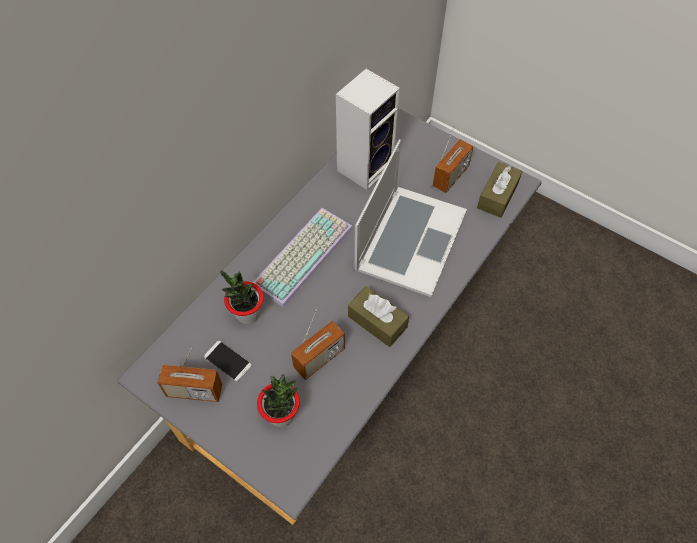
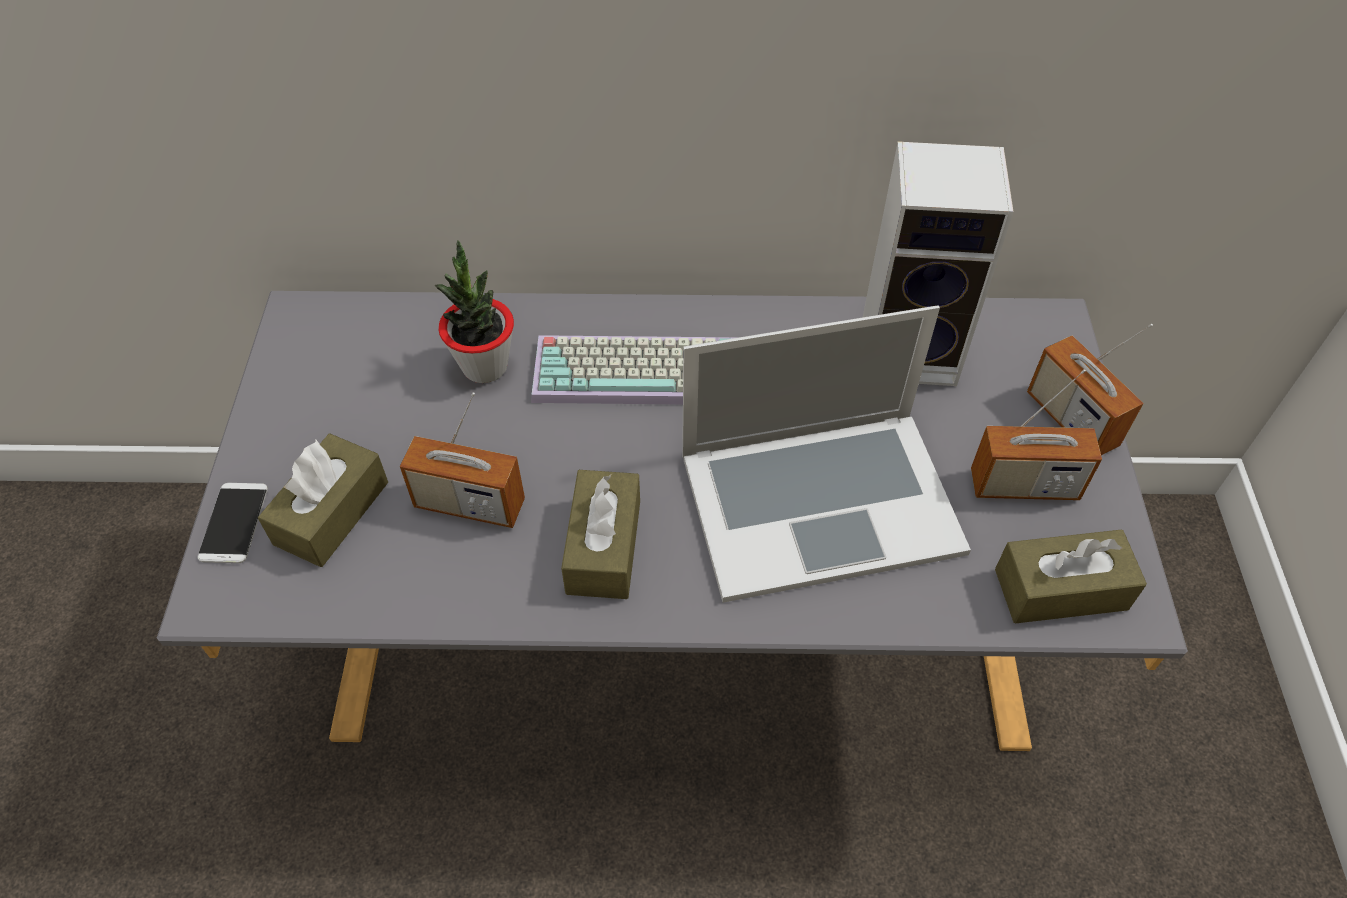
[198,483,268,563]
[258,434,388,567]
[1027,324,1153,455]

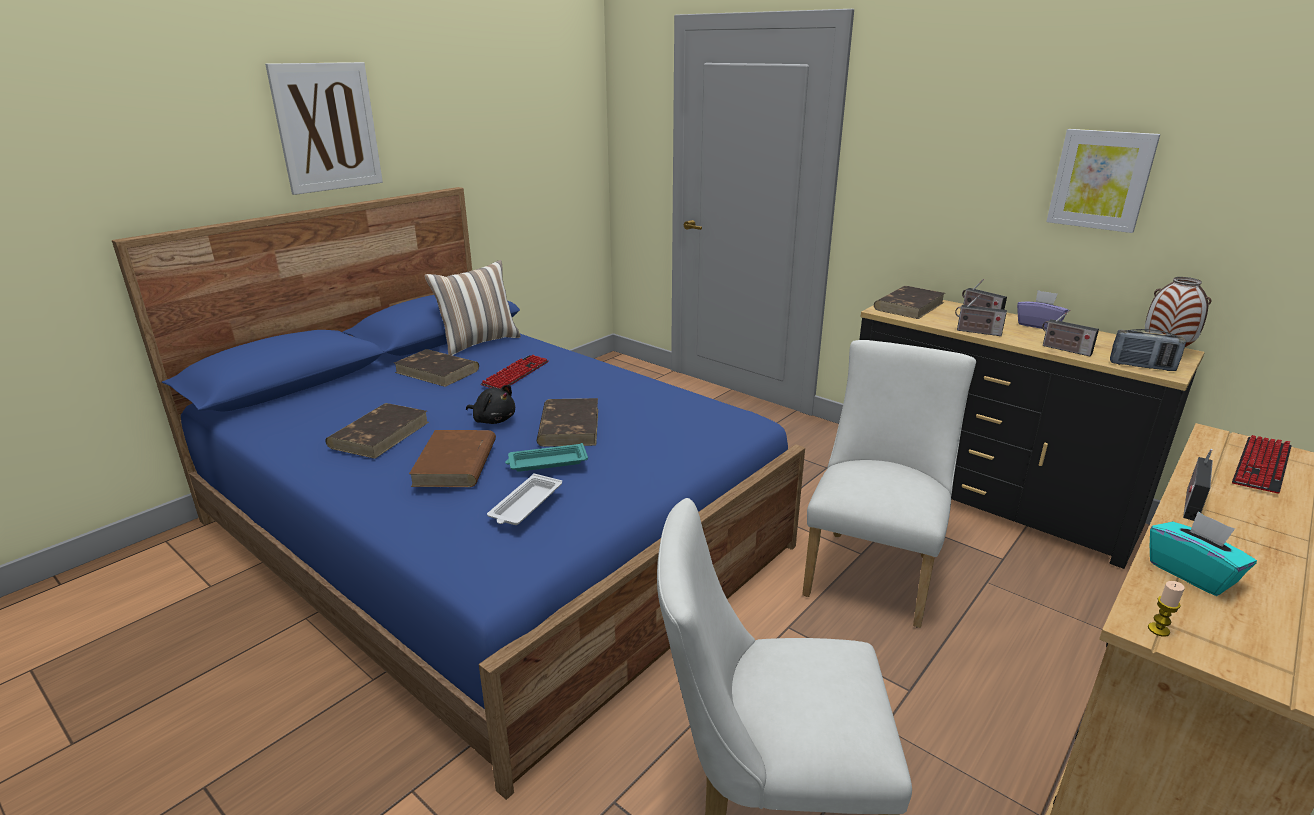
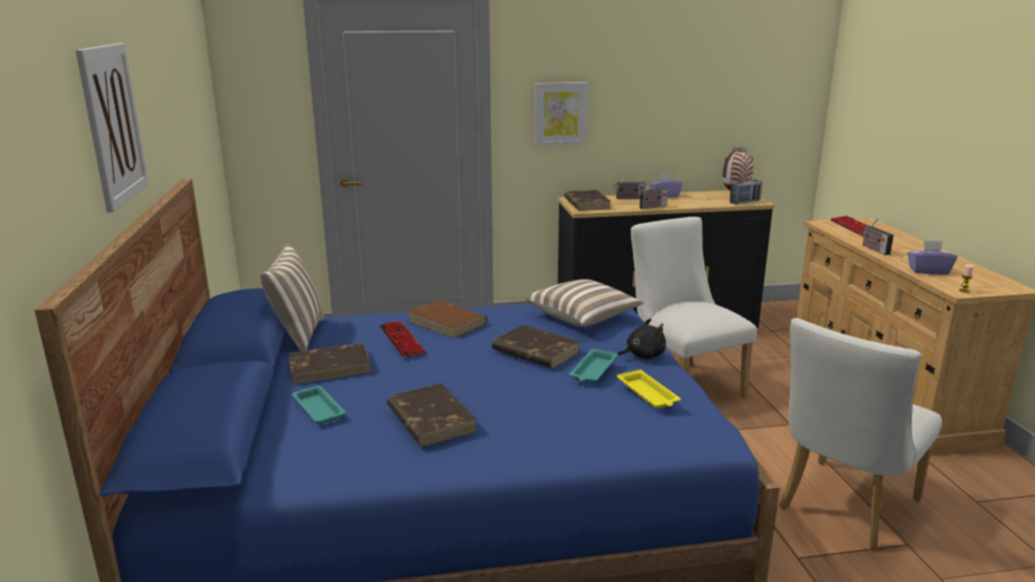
[292,386,346,424]
[407,300,487,338]
[525,279,644,327]
[535,82,588,145]
[617,319,666,359]
[617,369,681,408]
[907,240,958,275]
[1042,310,1099,356] (first image)

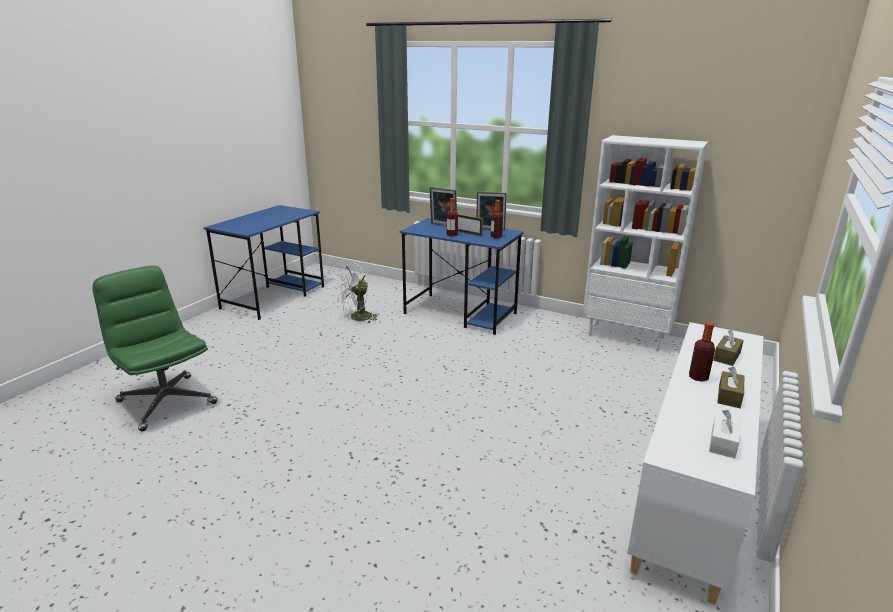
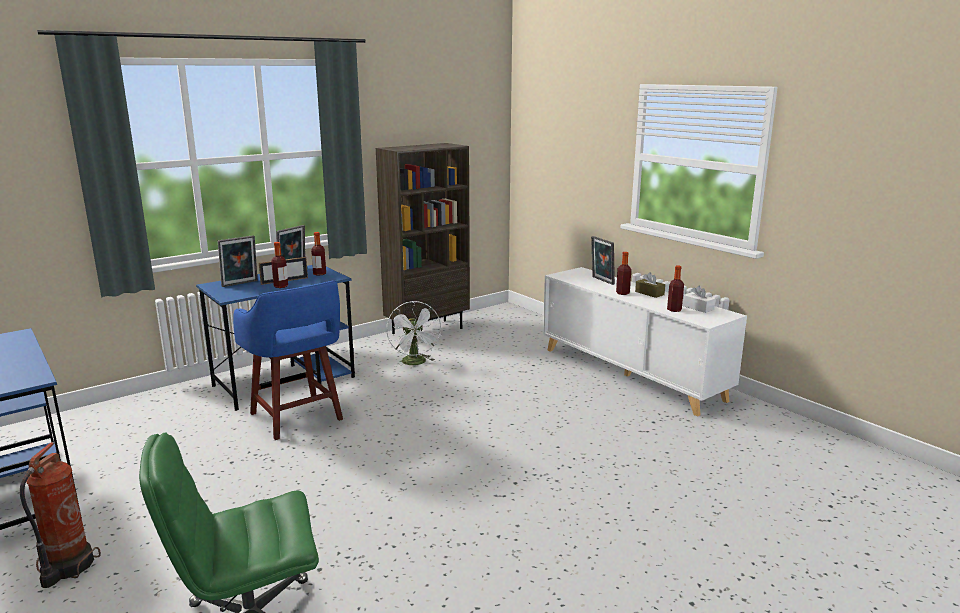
[20,442,101,588]
[233,281,343,440]
[376,143,470,334]
[386,301,441,367]
[591,236,615,285]
[667,265,684,312]

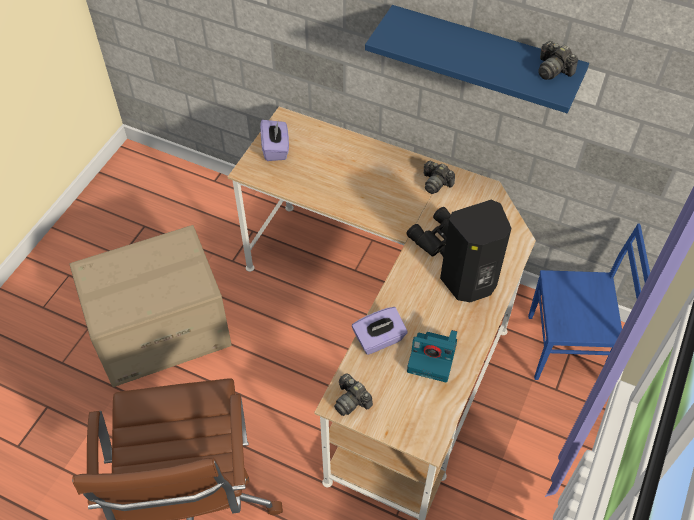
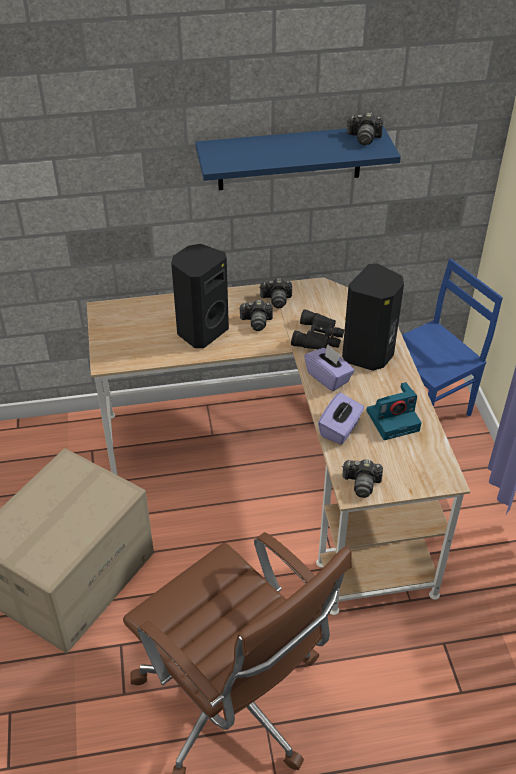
[171,244,229,348]
[239,300,273,331]
[304,345,355,391]

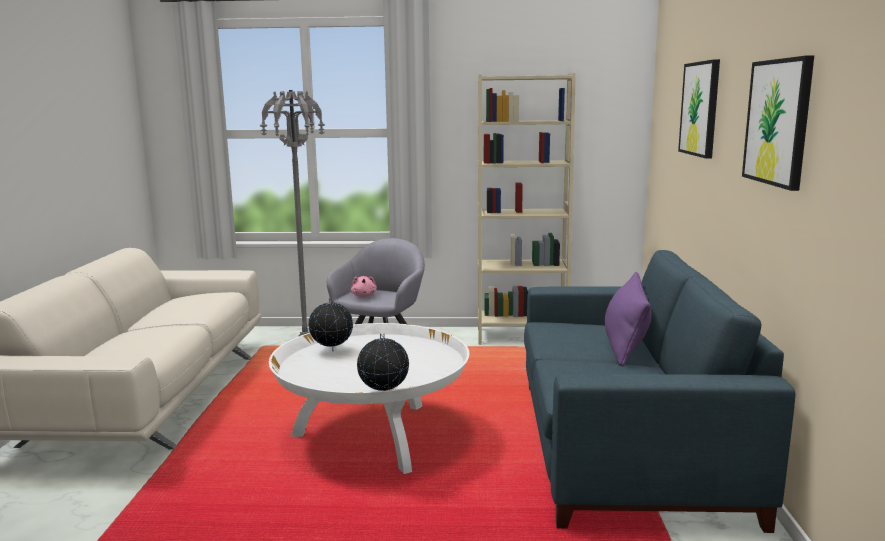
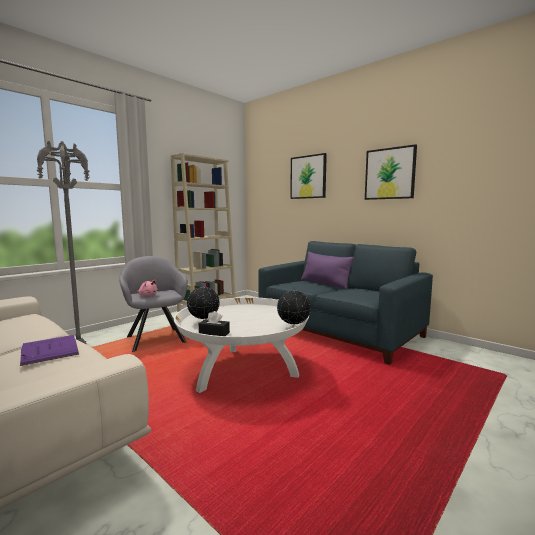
[20,335,79,366]
[199,311,230,336]

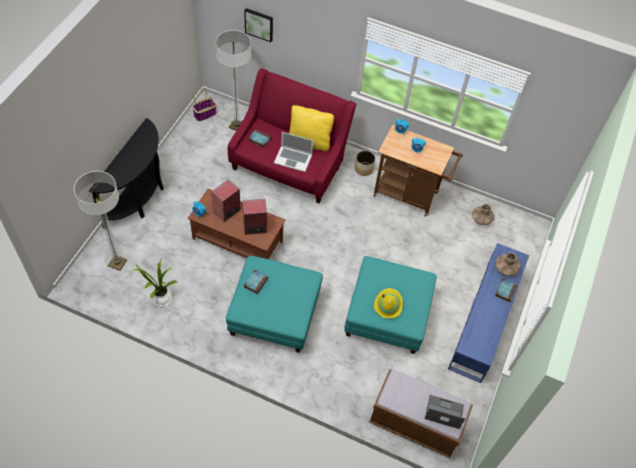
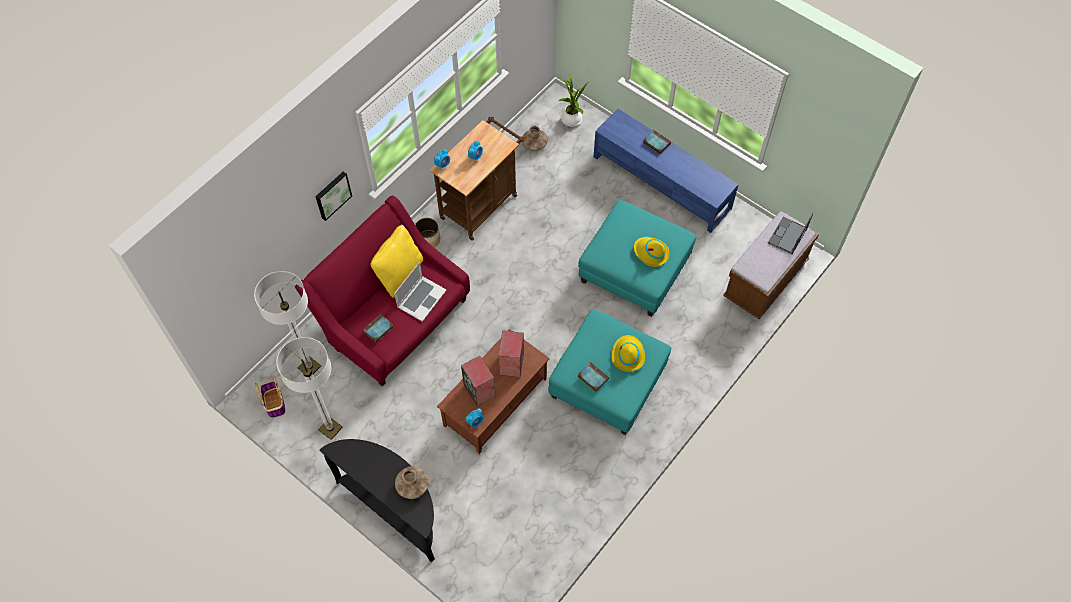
[276,337,343,440]
[315,171,352,221]
[395,466,429,499]
[558,75,588,127]
[612,335,645,372]

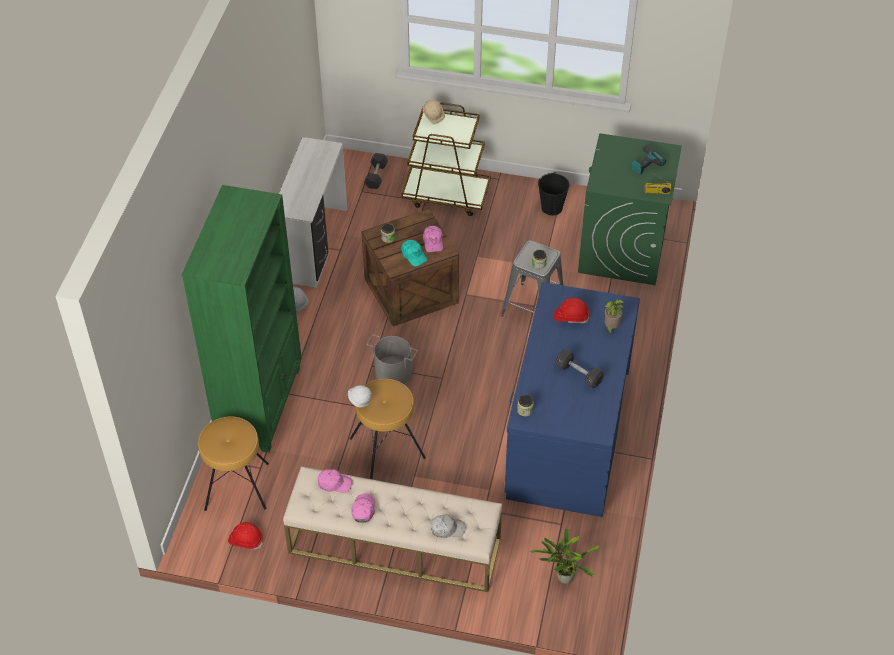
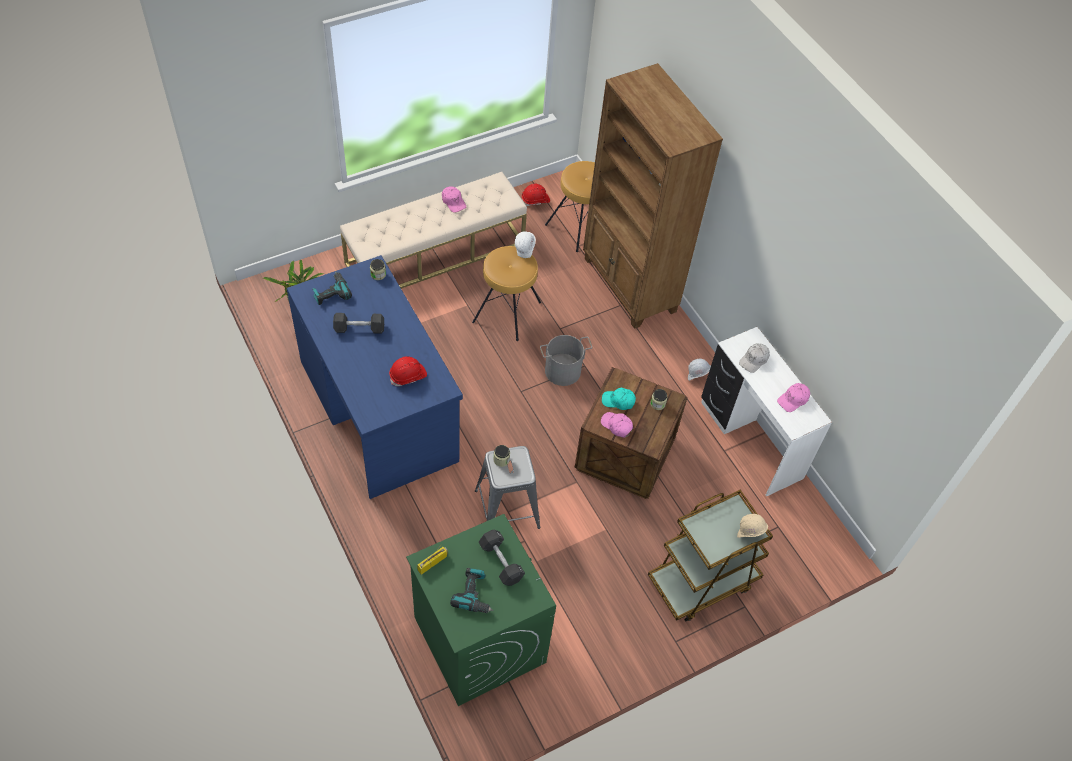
[313,271,352,305]
[479,530,525,586]
[583,63,723,329]
[739,343,770,373]
[777,383,810,412]
[538,172,569,215] (first image)
[605,299,624,335] (first image)

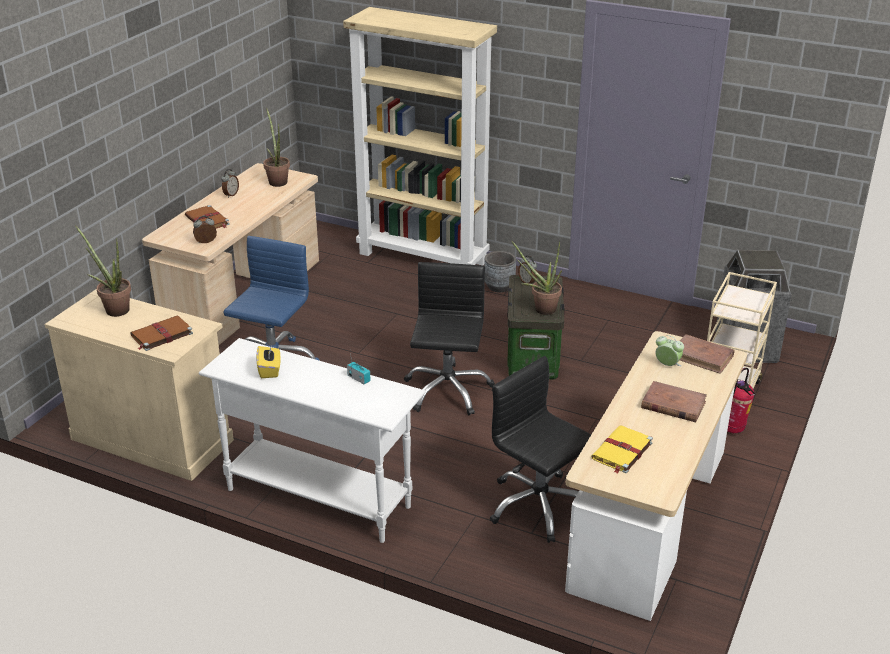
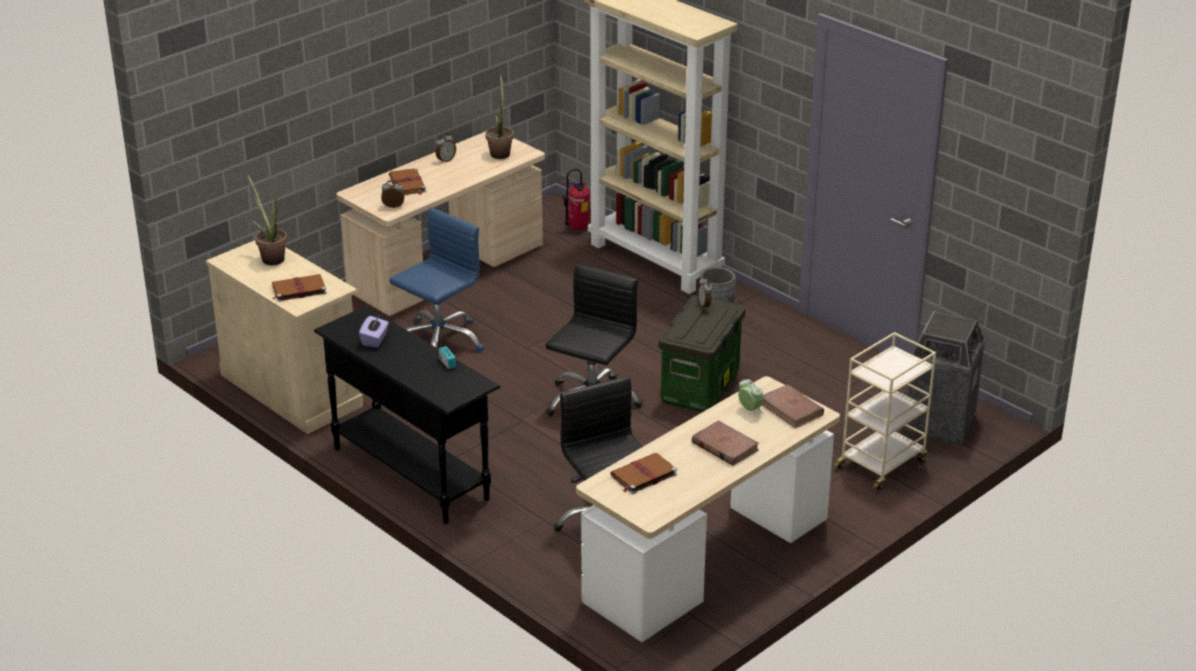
[314,306,500,524]
[359,316,389,347]
[562,169,590,230]
[610,453,677,494]
[512,241,562,315] (first image)

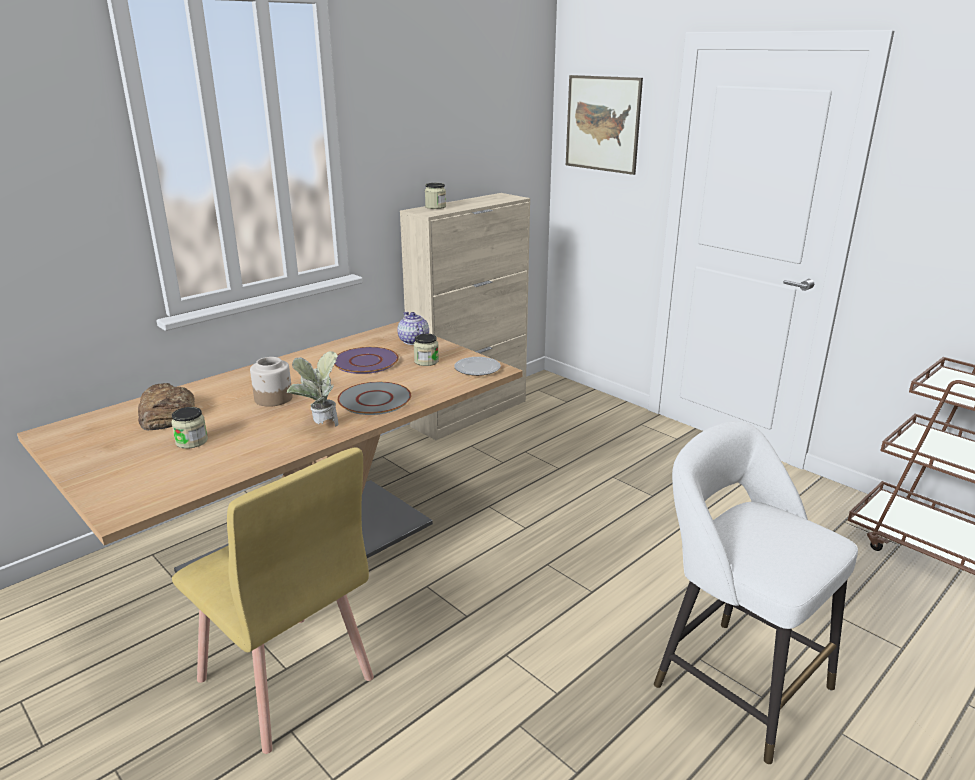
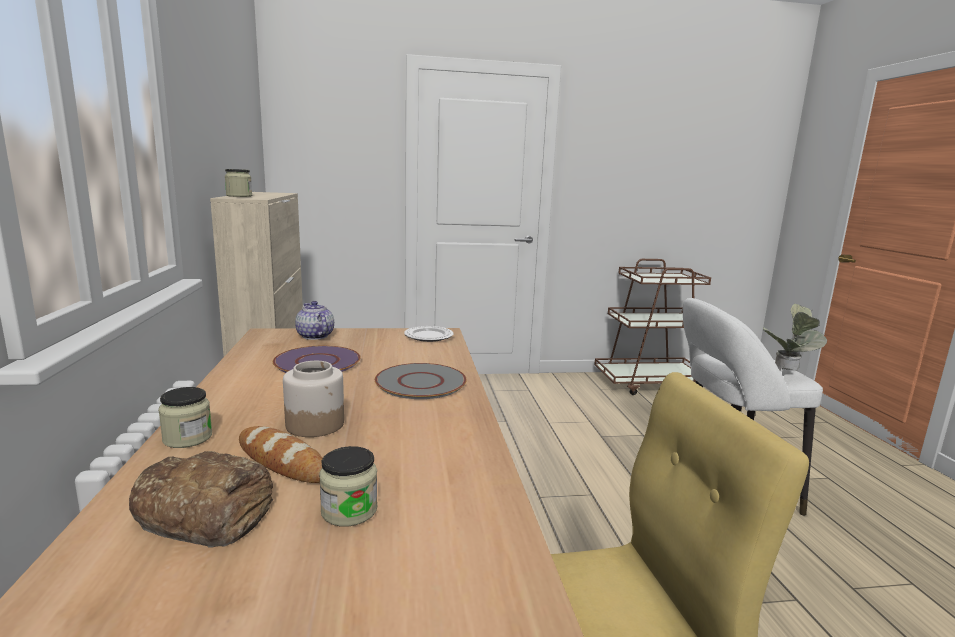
[158,387,212,448]
[239,426,323,483]
[295,301,334,340]
[763,304,827,371]
[566,75,643,175] (first image)

